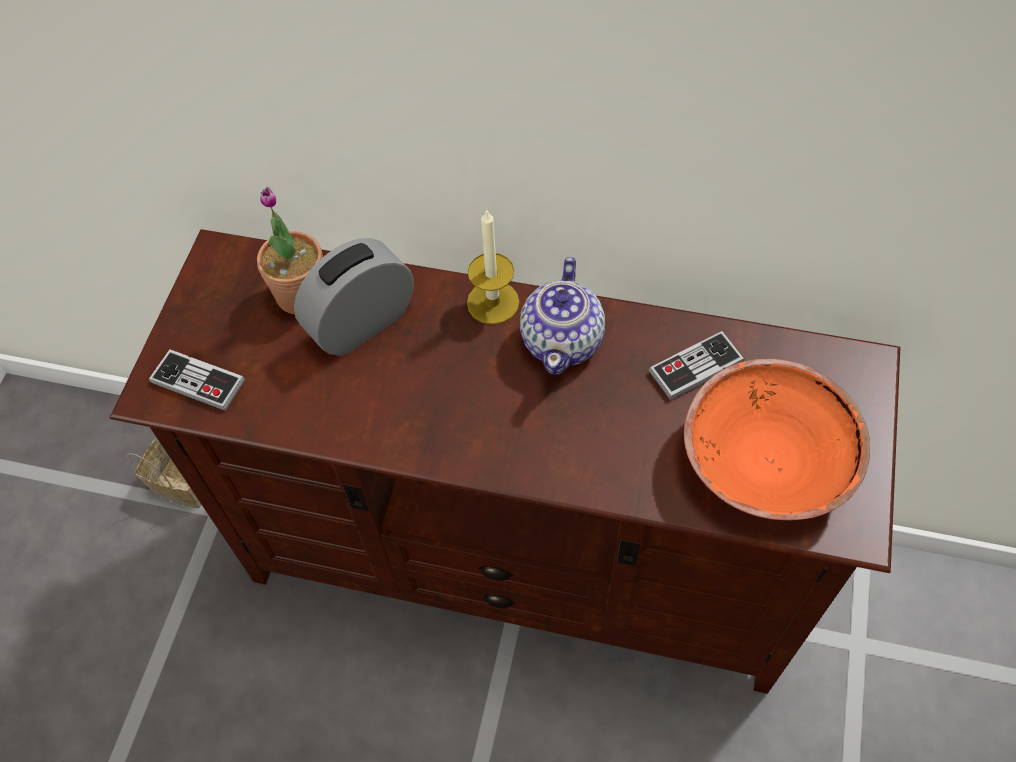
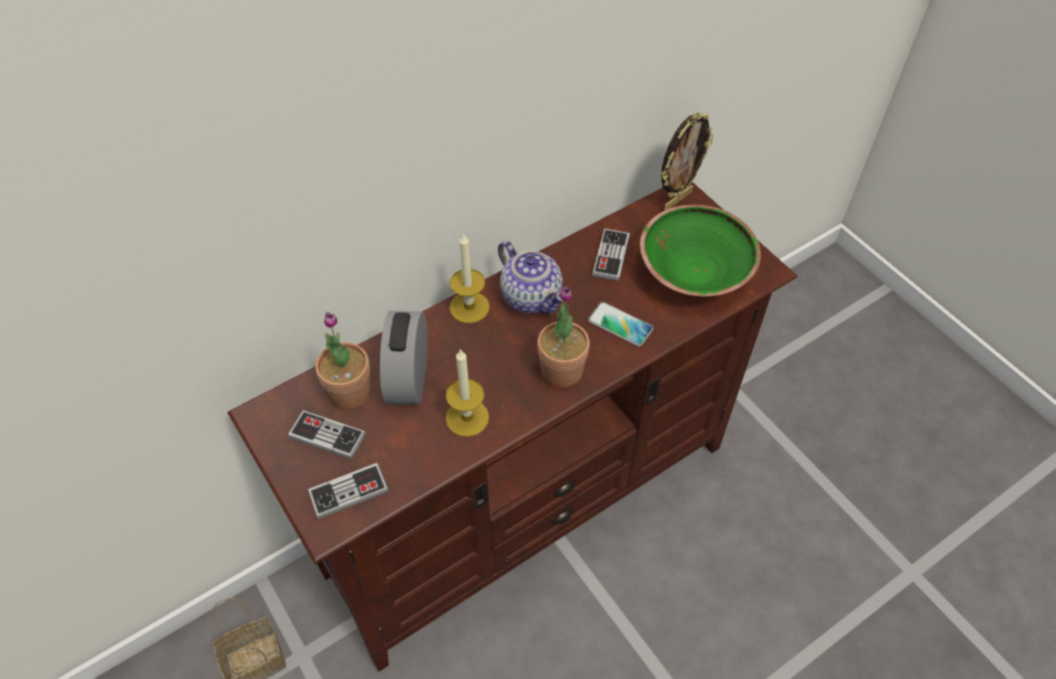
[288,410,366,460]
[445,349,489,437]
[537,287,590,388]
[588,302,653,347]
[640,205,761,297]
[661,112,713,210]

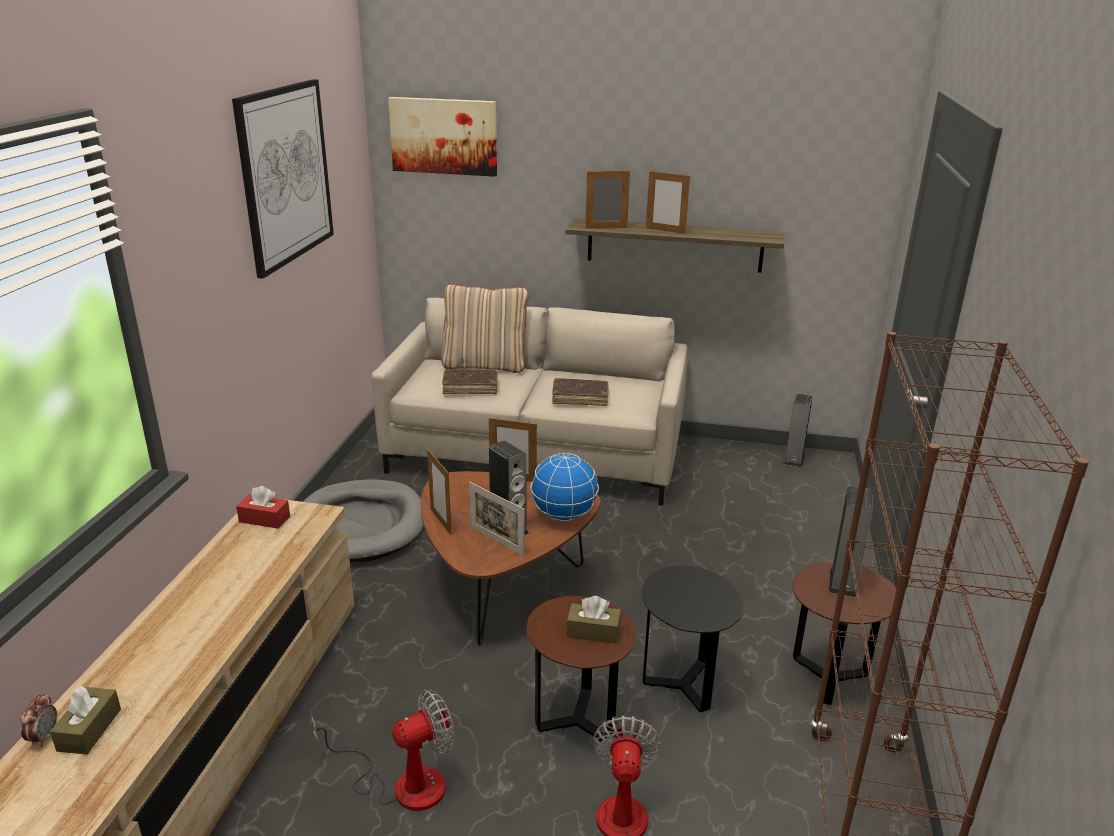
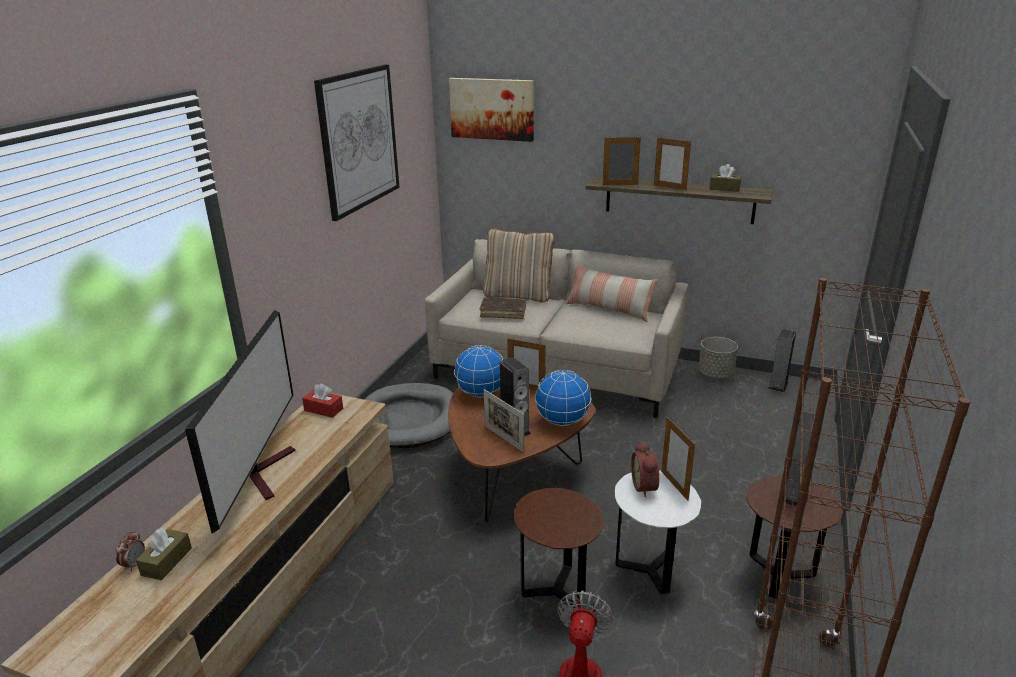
[185,310,296,533]
[454,345,503,398]
[565,264,658,322]
[615,470,701,594]
[631,441,660,497]
[661,417,695,501]
[698,337,738,378]
[710,164,741,192]
[311,690,454,811] (first image)
[552,378,609,406] (first image)

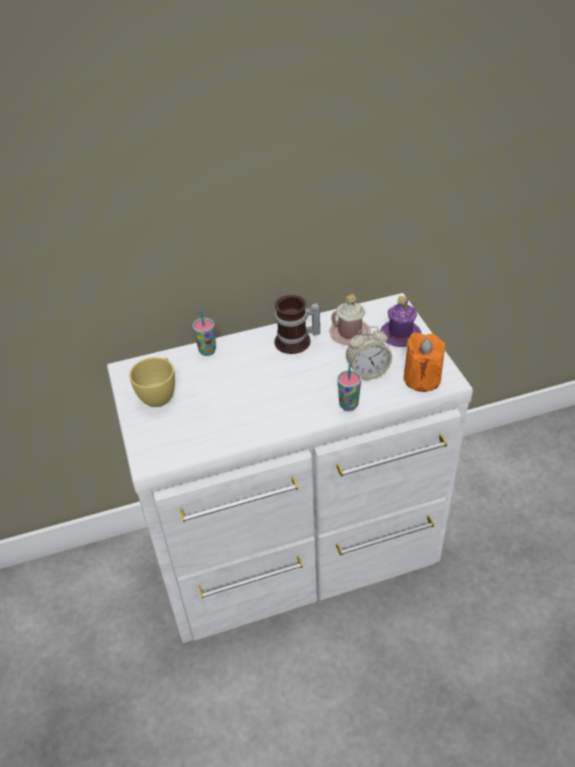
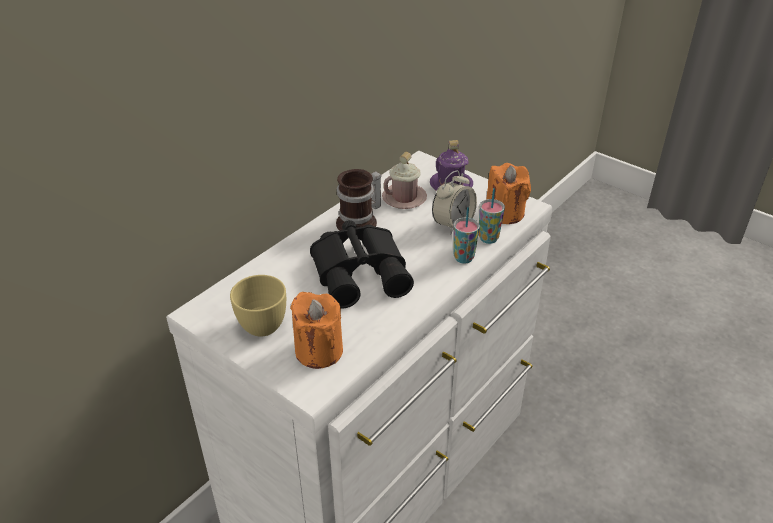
[290,292,343,369]
[310,220,414,309]
[479,188,505,244]

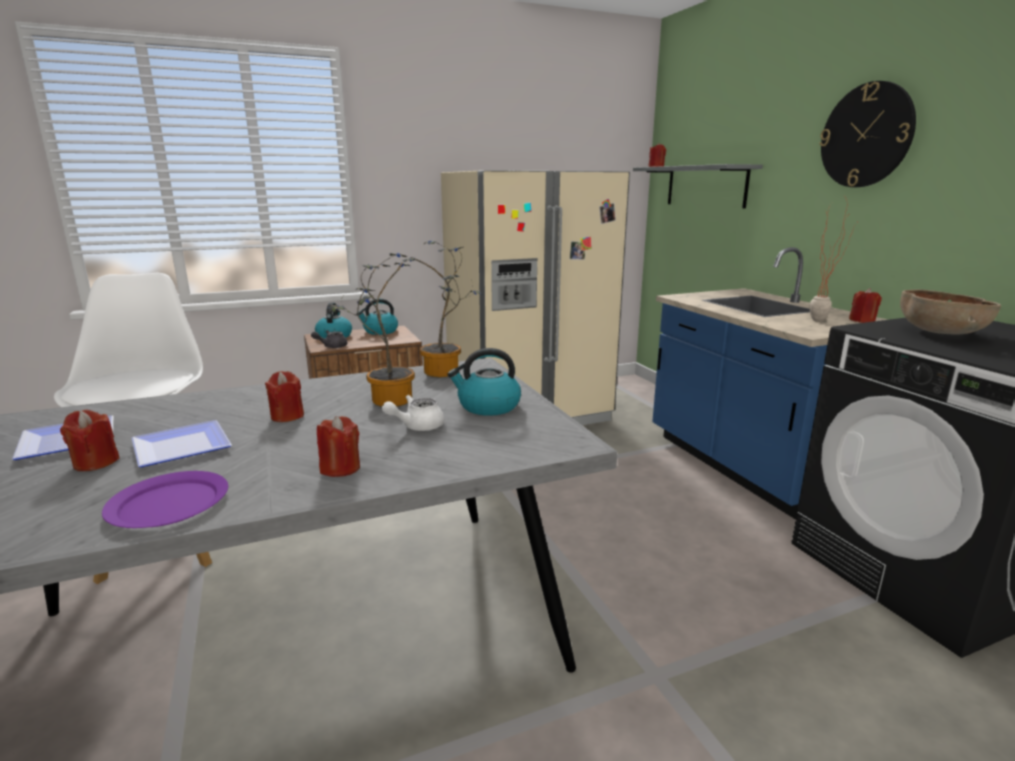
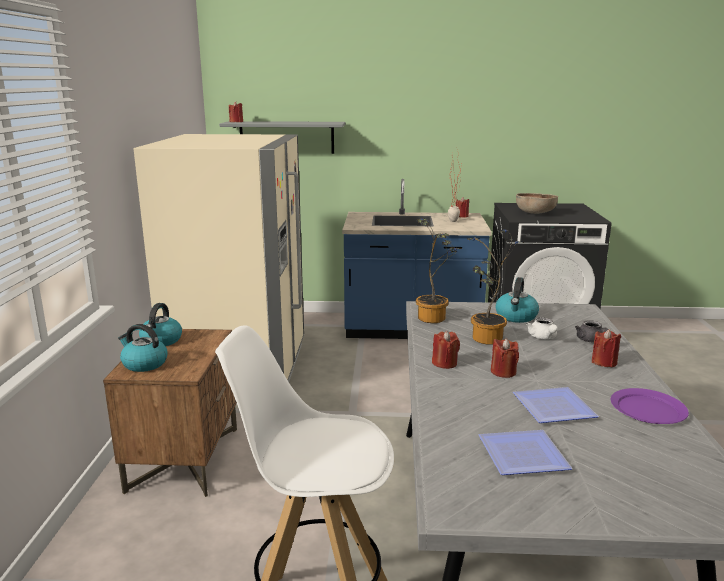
[432,331,460,369]
[575,320,609,343]
[819,81,916,187] (first image)

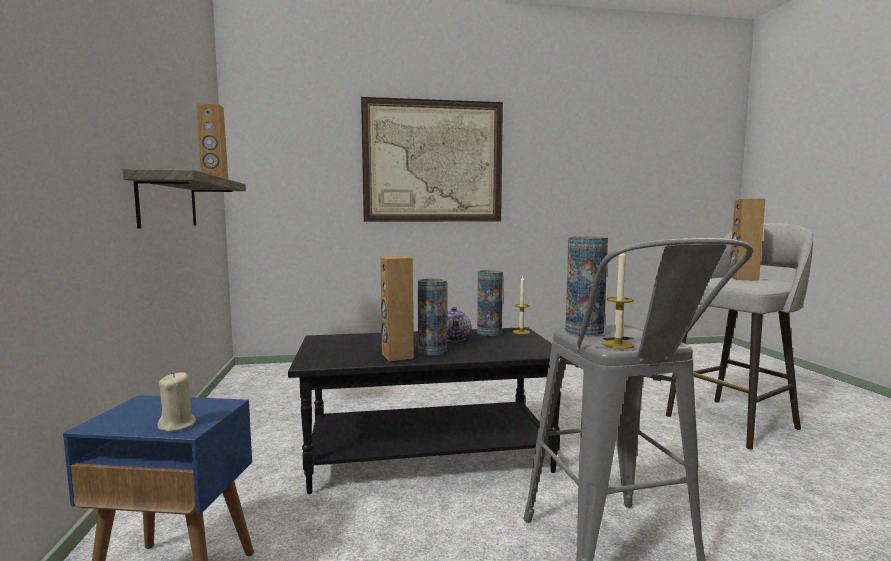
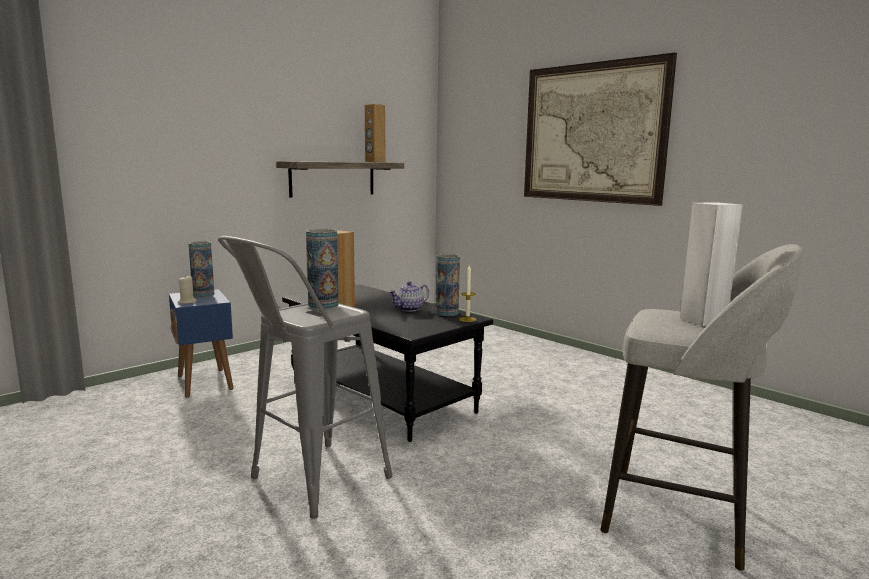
[189,241,214,297]
[680,202,742,326]
[602,253,634,349] (first image)

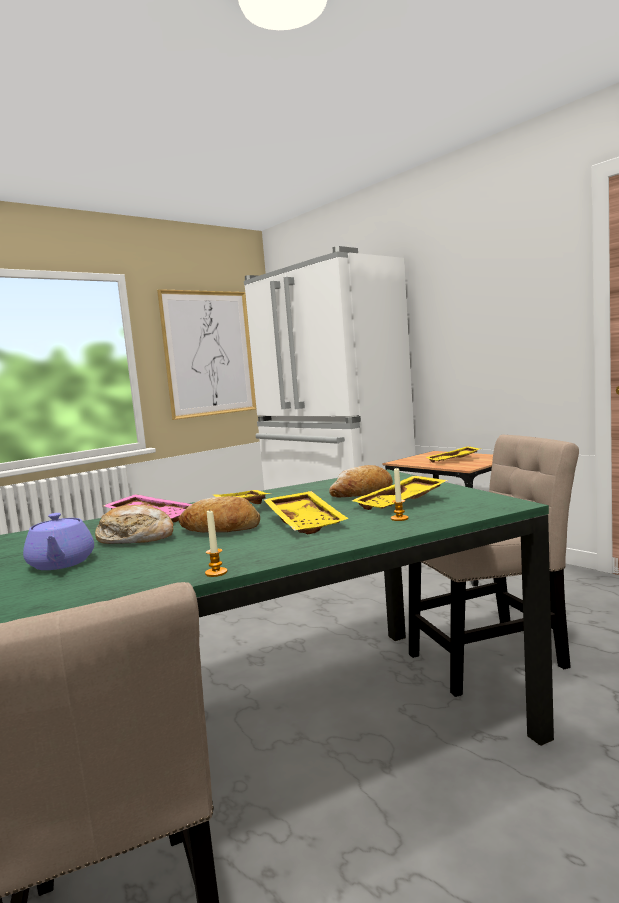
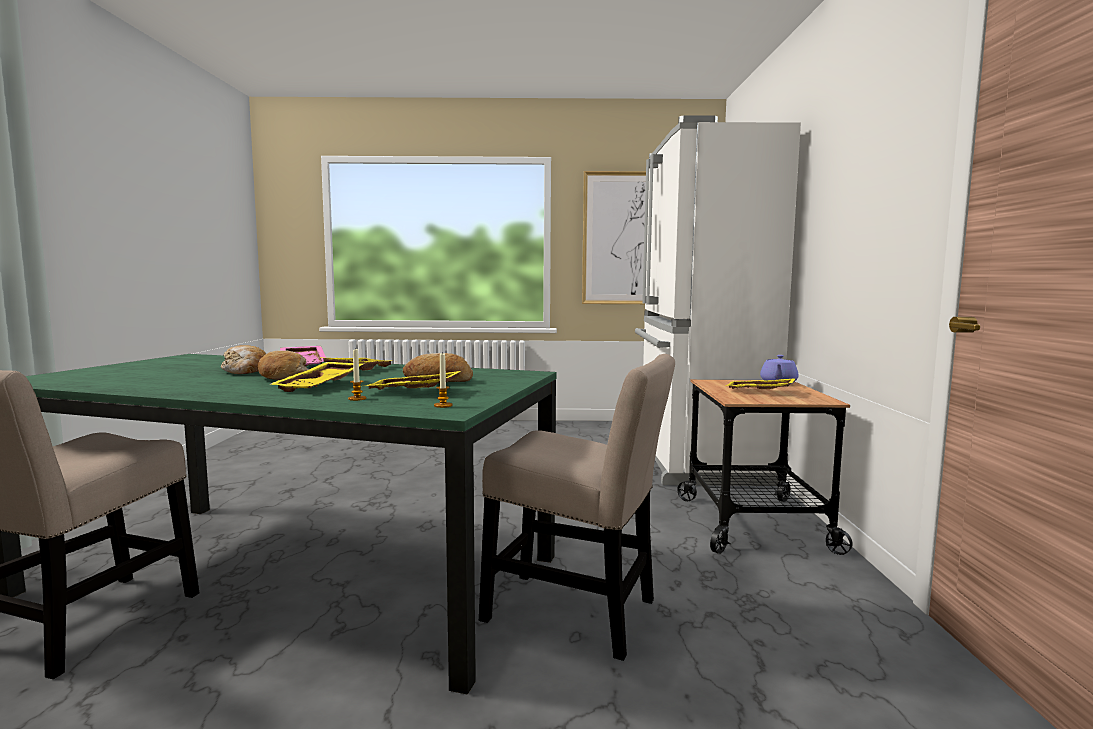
[434,352,452,408]
[760,355,799,384]

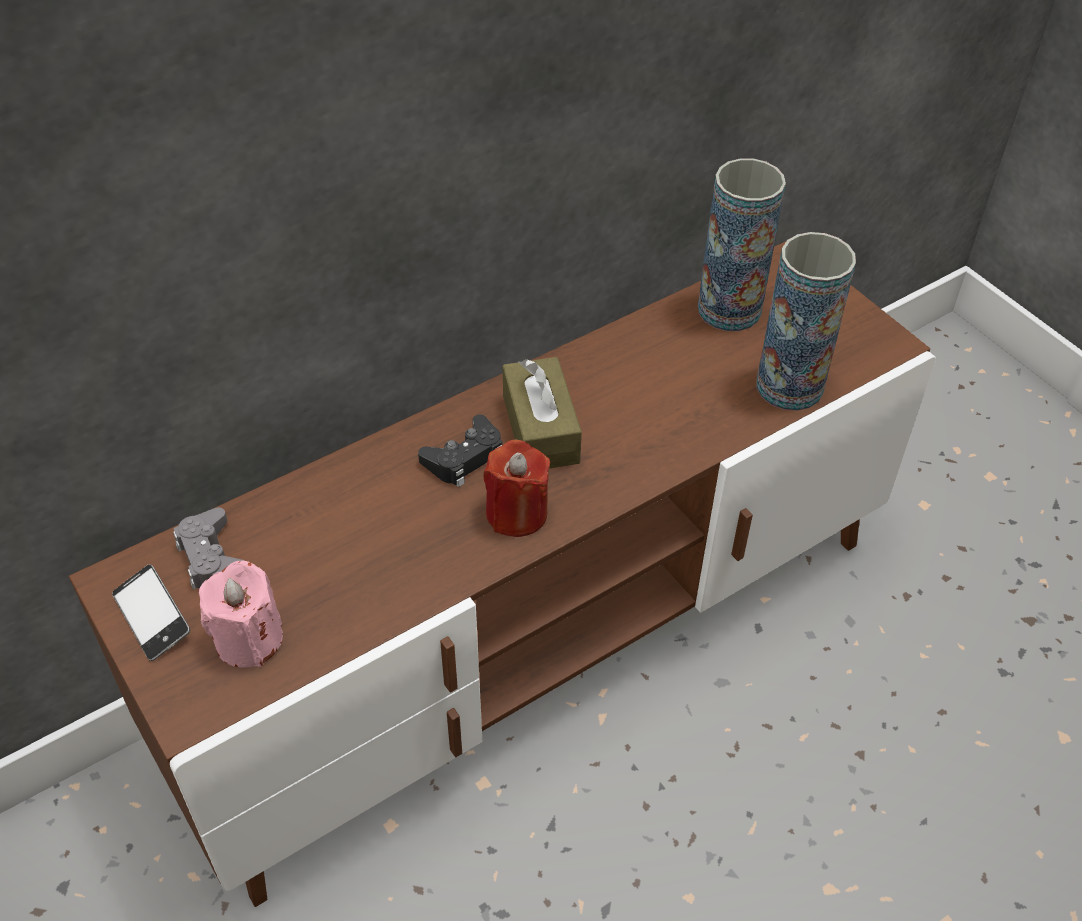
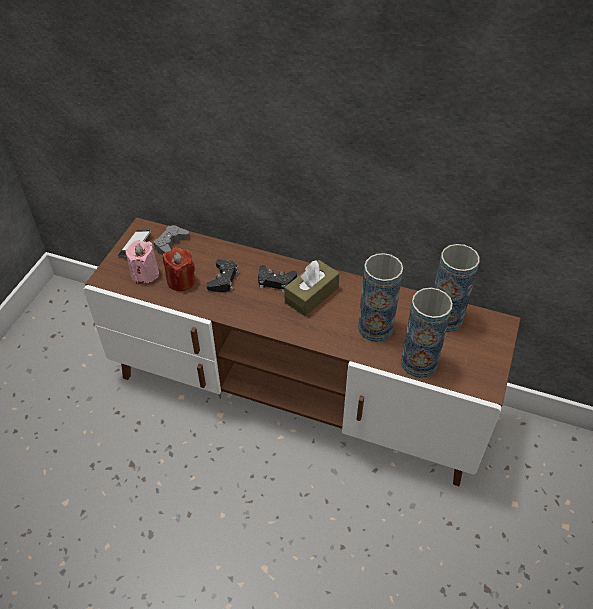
[163,247,195,291]
[206,259,239,292]
[358,253,403,342]

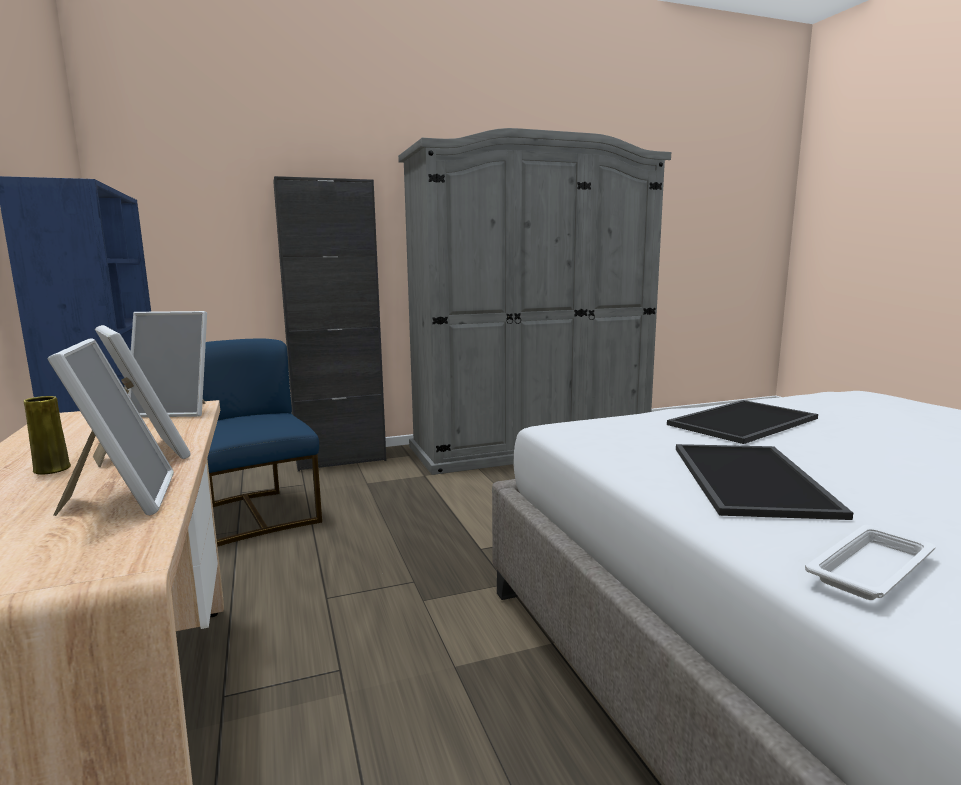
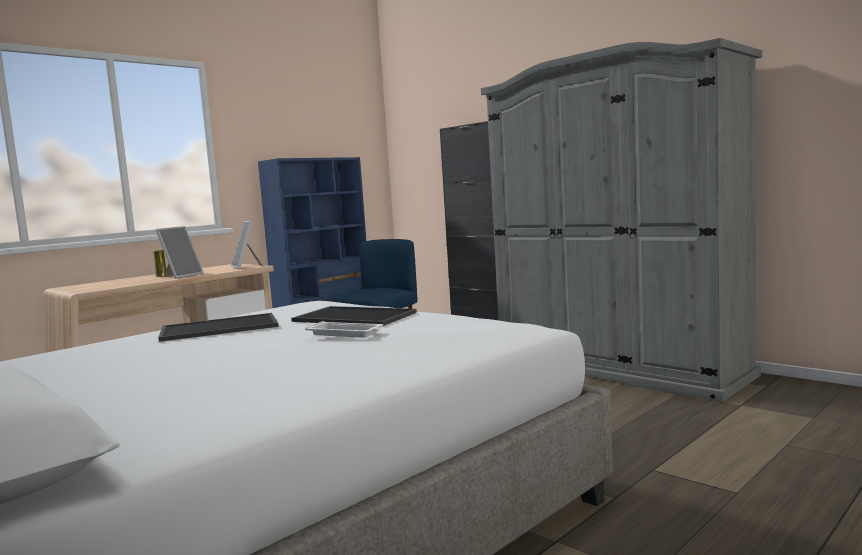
[305,321,383,338]
[47,338,174,516] (first image)

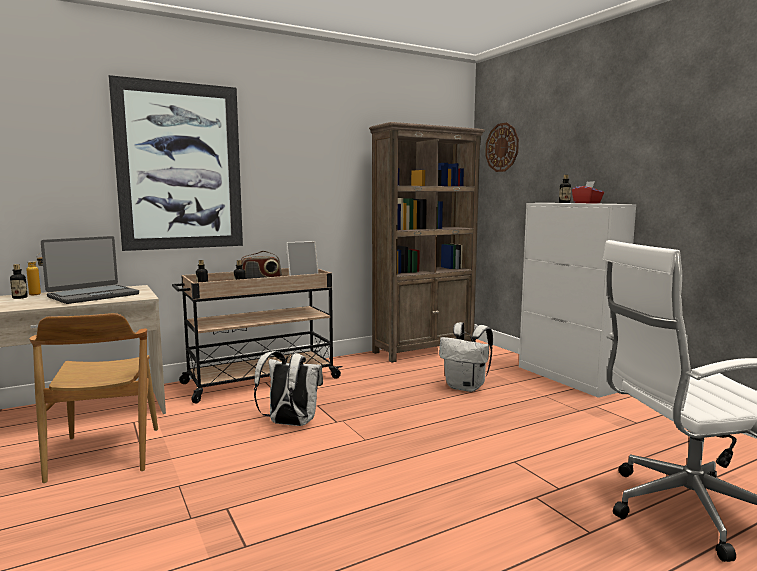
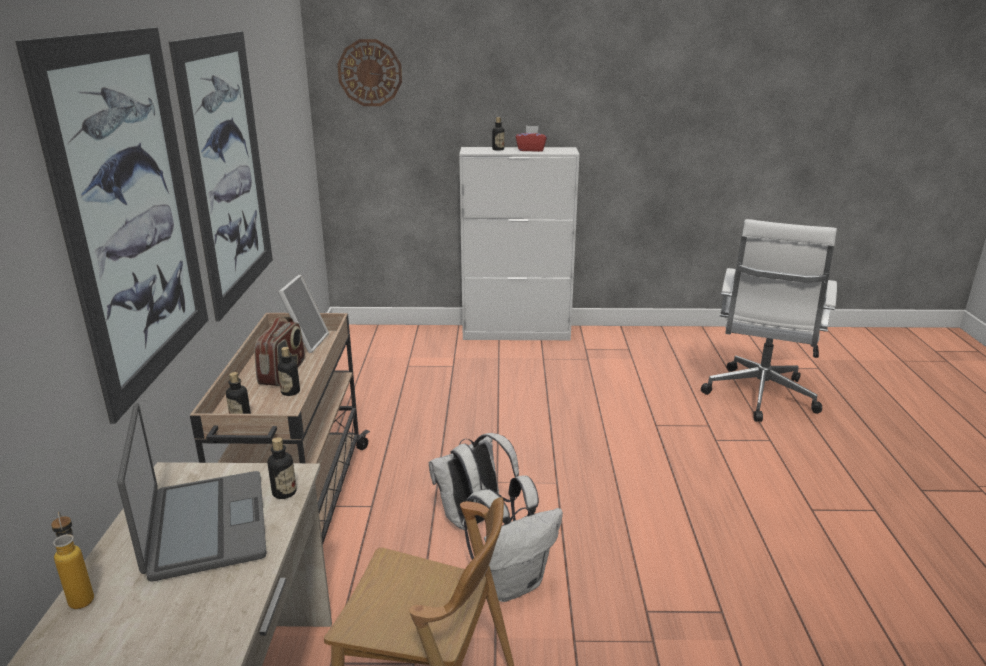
[169,32,273,322]
[267,437,297,499]
[464,475,563,602]
[369,122,485,363] (first image)

